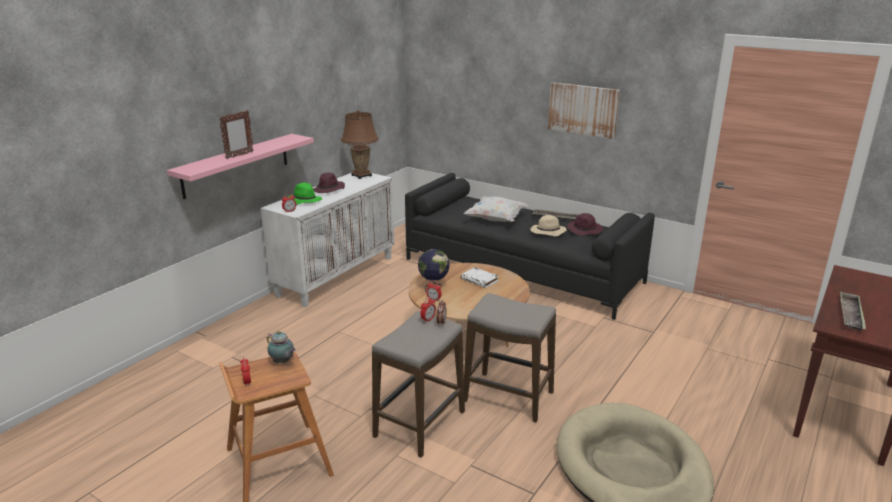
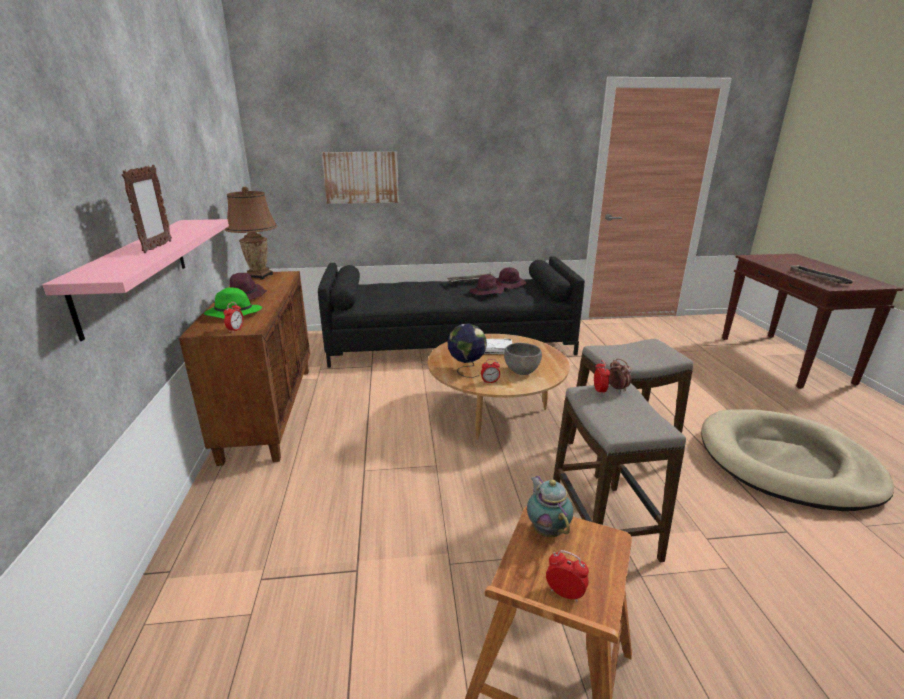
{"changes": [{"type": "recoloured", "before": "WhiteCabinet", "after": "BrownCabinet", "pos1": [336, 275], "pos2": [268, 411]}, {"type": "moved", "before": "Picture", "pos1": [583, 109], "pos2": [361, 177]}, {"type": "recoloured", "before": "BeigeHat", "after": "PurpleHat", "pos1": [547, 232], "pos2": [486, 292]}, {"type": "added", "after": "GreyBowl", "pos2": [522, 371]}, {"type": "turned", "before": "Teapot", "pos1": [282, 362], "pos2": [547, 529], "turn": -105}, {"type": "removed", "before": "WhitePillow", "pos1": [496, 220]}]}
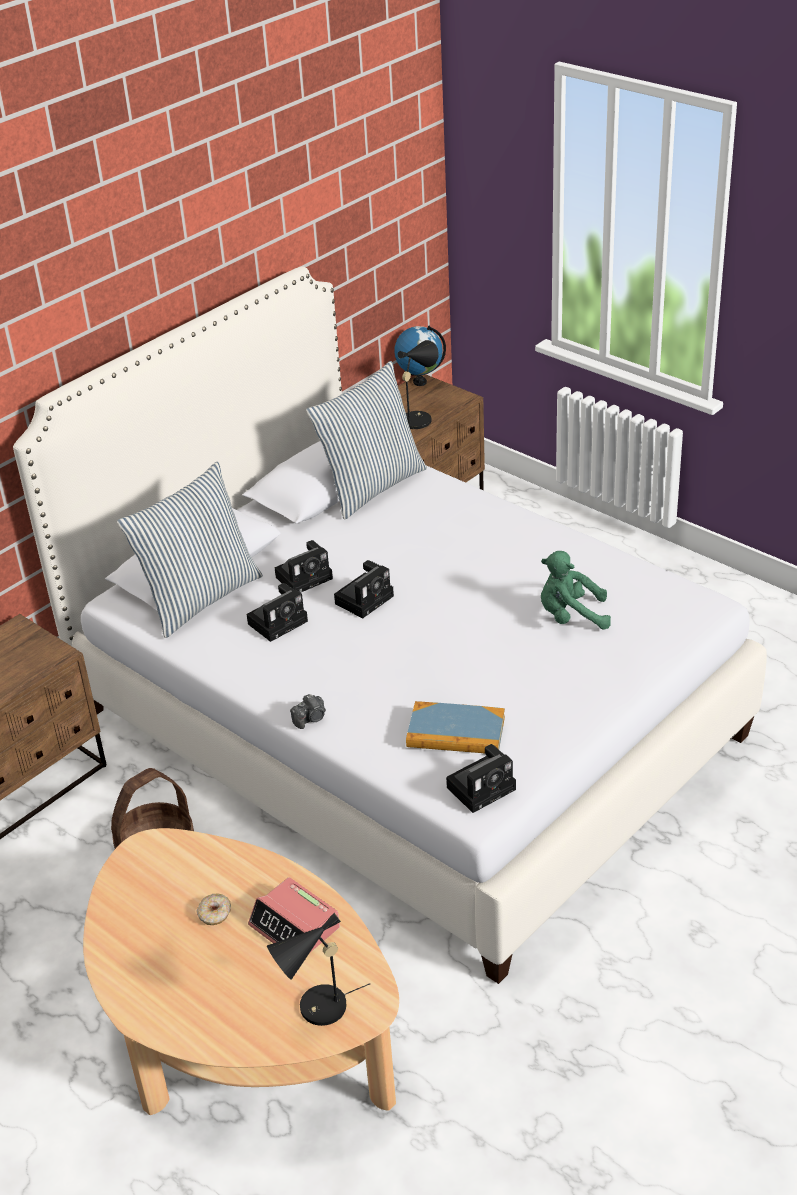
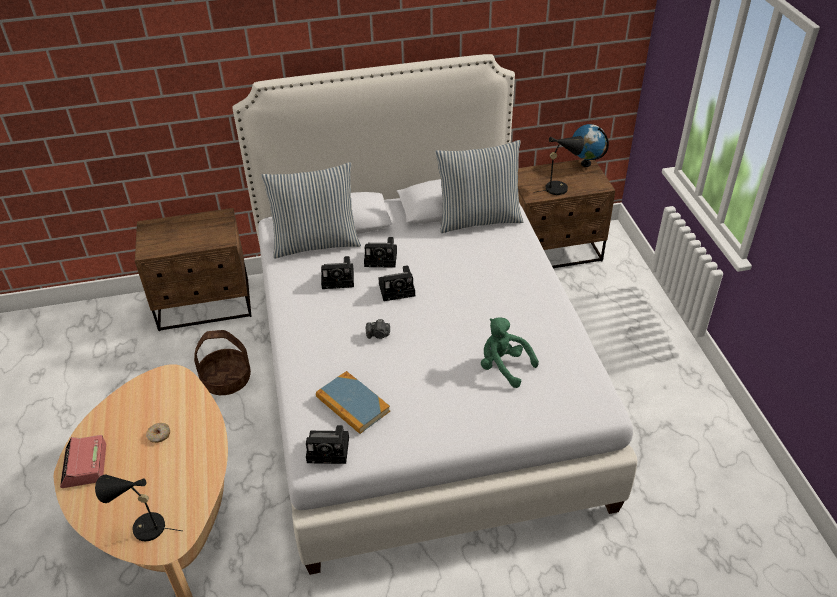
{"changes": [{"type": "moved", "before": "AlarmClock", "pos1": [295, 927], "pos2": [84, 466]}, {"type": "moved", "before": "PhotoCamera", "pos1": [310, 719], "pos2": [378, 335]}]}
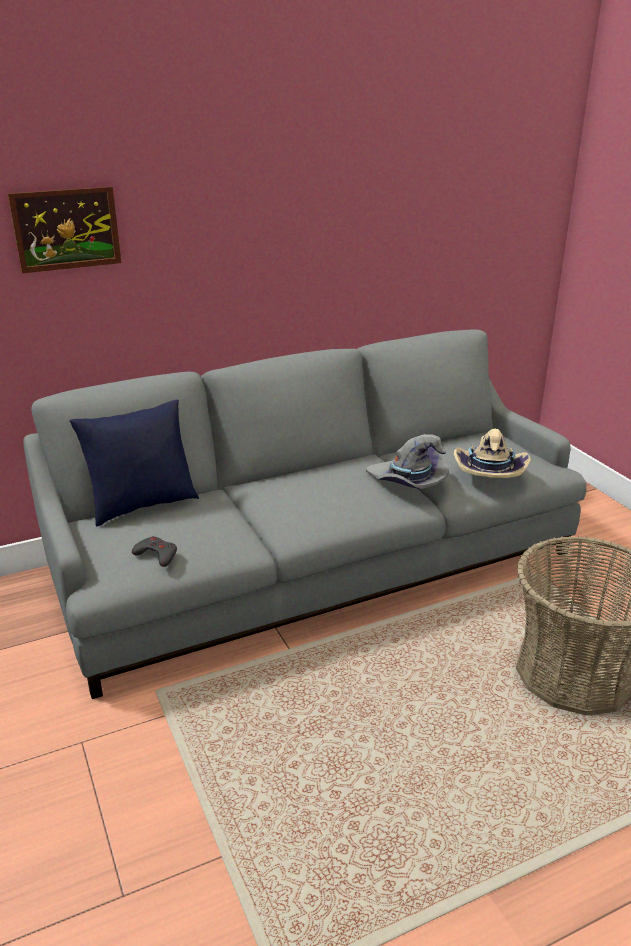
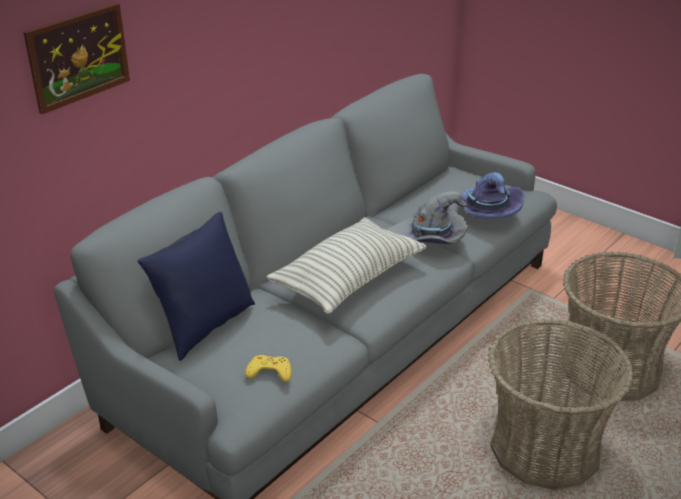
{"changes": [{"type": "recoloured", "before": "GreyGameController", "after": "YellowGameController", "pos1": [157, 555], "pos2": [269, 372]}, {"type": "added", "after": "Pillow", "pos2": [348, 280]}, {"type": "recoloured", "before": "BeigeHat", "after": "PurpleHat", "pos1": [488, 472], "pos2": [486, 211]}, {"type": "added", "after": "Basket", "pos2": [545, 448]}]}
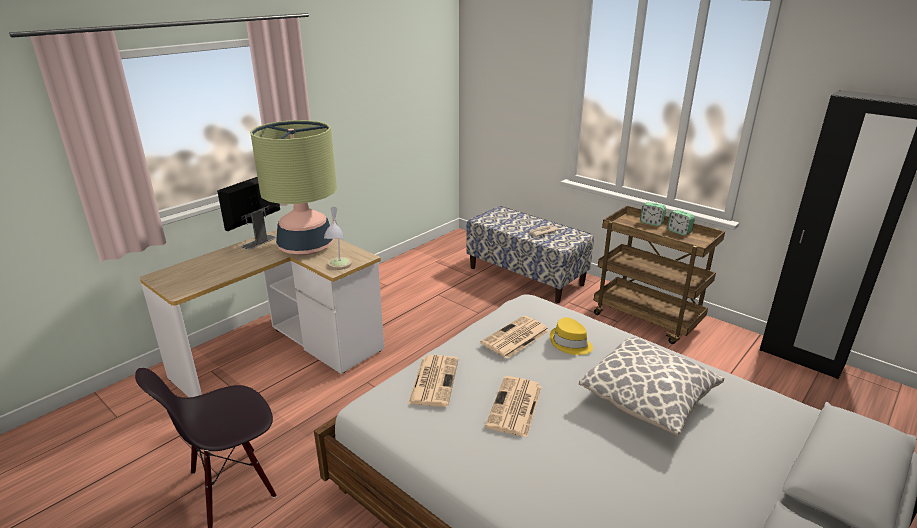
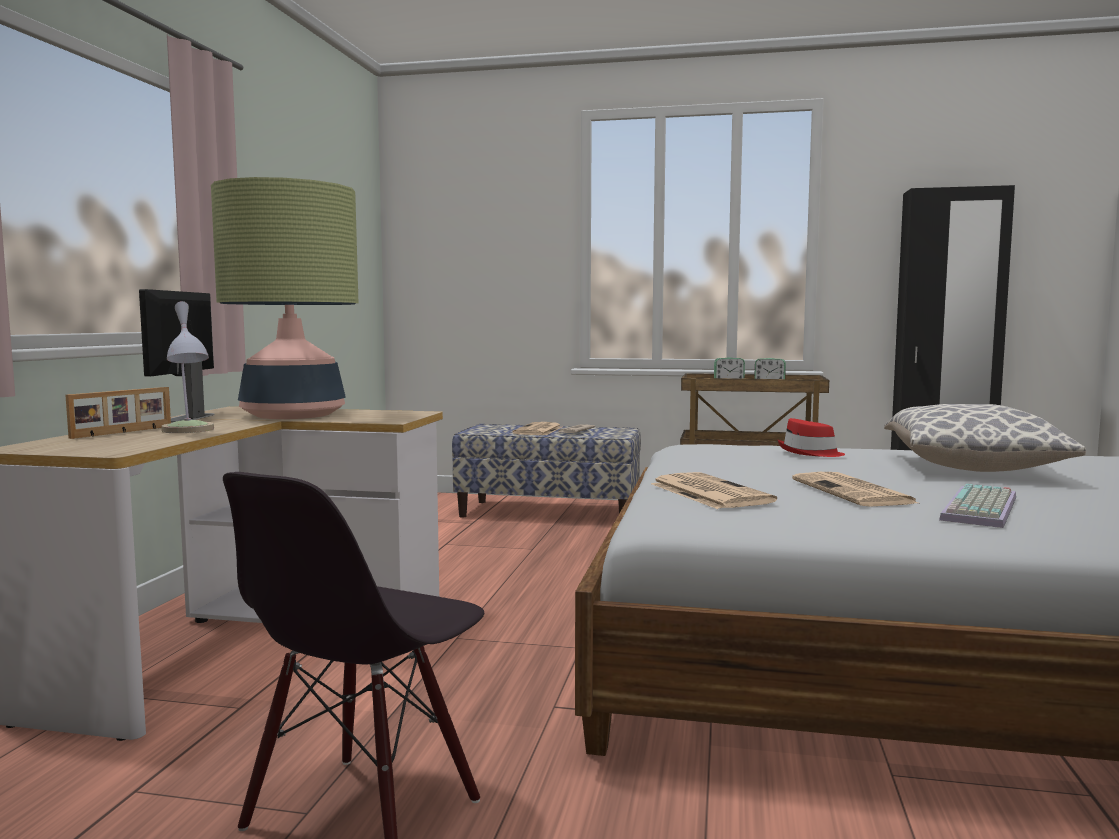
{"changes": [{"type": "added", "after": "PictureFrame", "pos2": [123, 432]}, {"type": "moved", "before": "TableLamp", "pos1": [338, 267], "pos2": [189, 431]}, {"type": "moved", "before": "Newspaper", "pos1": [515, 338], "pos2": [538, 430]}, {"type": "recoloured", "before": "YellowHat", "after": "RedHat", "pos1": [570, 343], "pos2": [810, 453]}, {"type": "added", "after": "Keyboard", "pos2": [983, 509]}]}
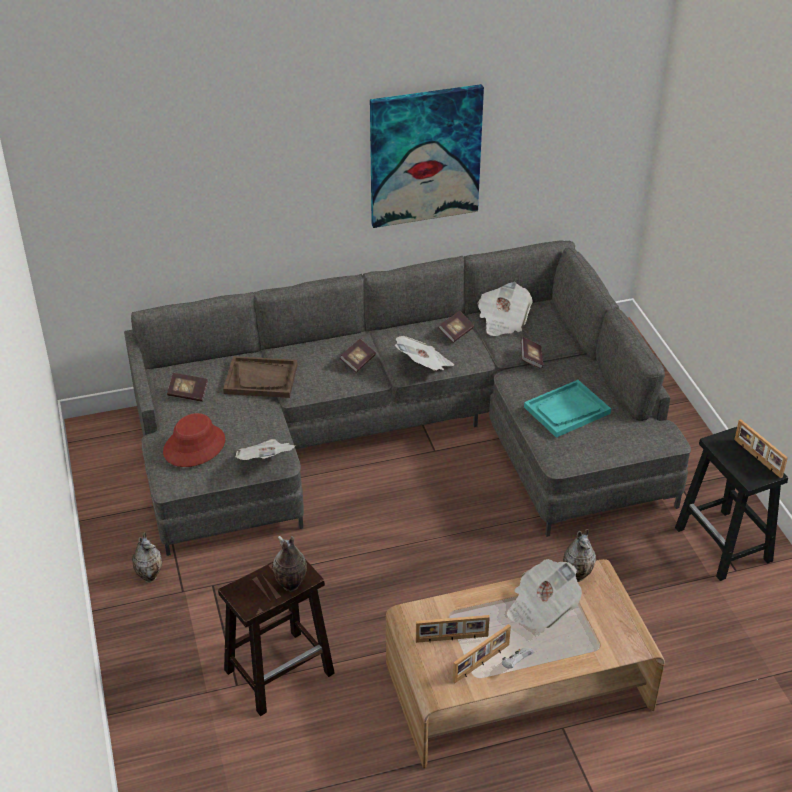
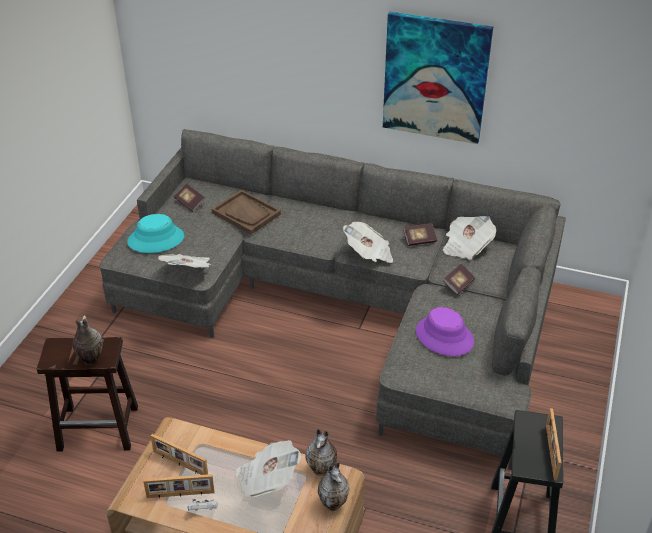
{"changes": [{"type": "recoloured", "before": "RedHat", "after": "TurquoiseHat", "pos1": [194, 446], "pos2": [156, 239]}, {"type": "moved", "before": "Vase", "pos1": [150, 576], "pos2": [334, 503]}, {"type": "replaced", "before": "TurquoiseTray", "after": "PurpleHat", "pos1": [567, 410], "pos2": [444, 337]}, {"type": "removed", "before": "Book", "pos1": [358, 362]}]}
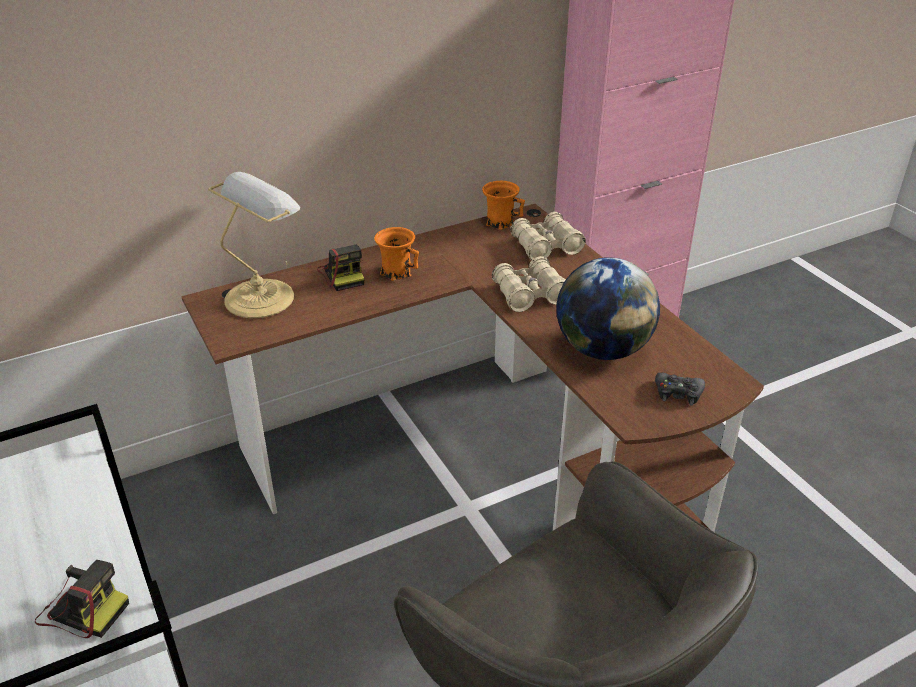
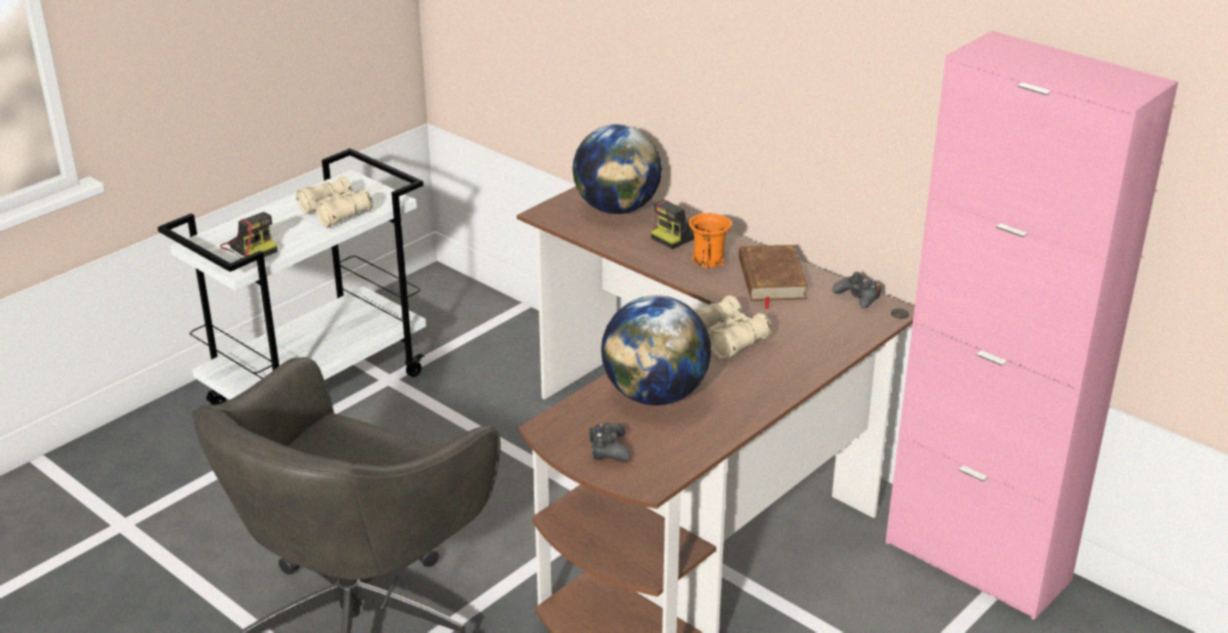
{"changes": [{"type": "turned", "before": "PhotoCamera", "pos1": [83, 608], "pos2": [250, 247], "turn": -45}, {"type": "moved", "before": "BeigeBinoculars", "pos1": [546, 247], "pos2": [335, 212]}, {"type": "replaced", "before": "TableLamp", "after": "Globe", "pos1": [262, 296], "pos2": [617, 208]}, {"type": "added", "after": "BrownBook", "pos2": [771, 279]}, {"type": "replaced", "before": "OrangeMug", "after": "BlackGameController", "pos1": [500, 222], "pos2": [858, 297]}]}
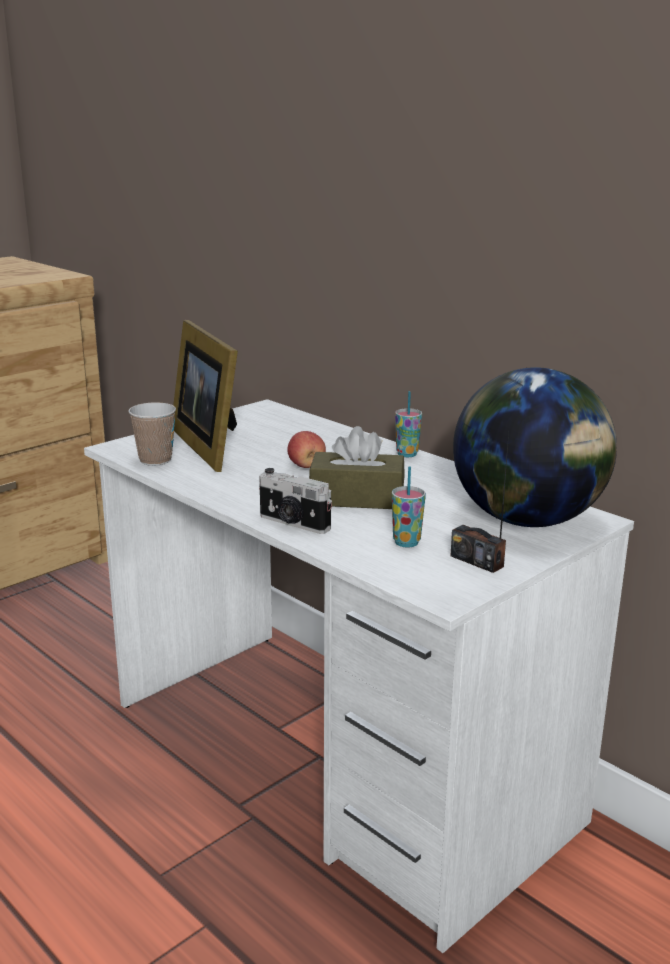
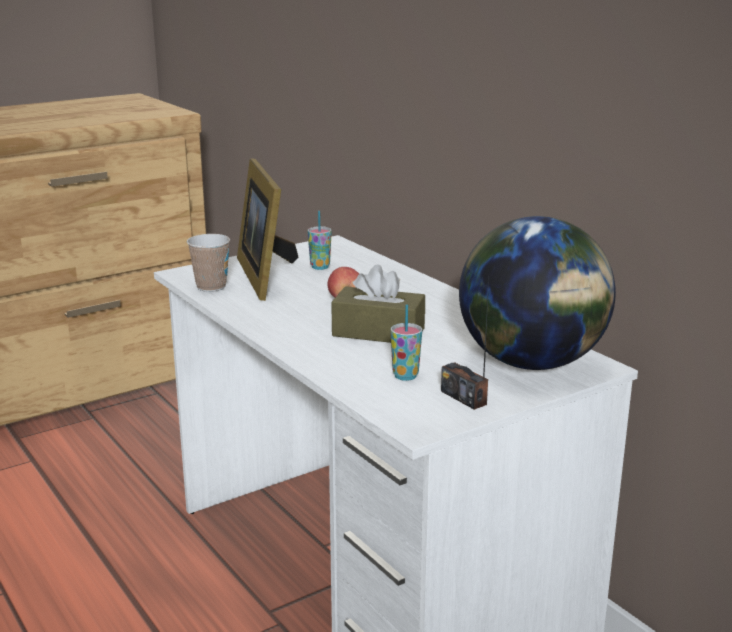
{"changes": [{"type": "moved", "before": "Cup", "pos1": [407, 454], "pos2": [320, 267]}, {"type": "removed", "before": "PhotoCamera", "pos1": [293, 523]}]}
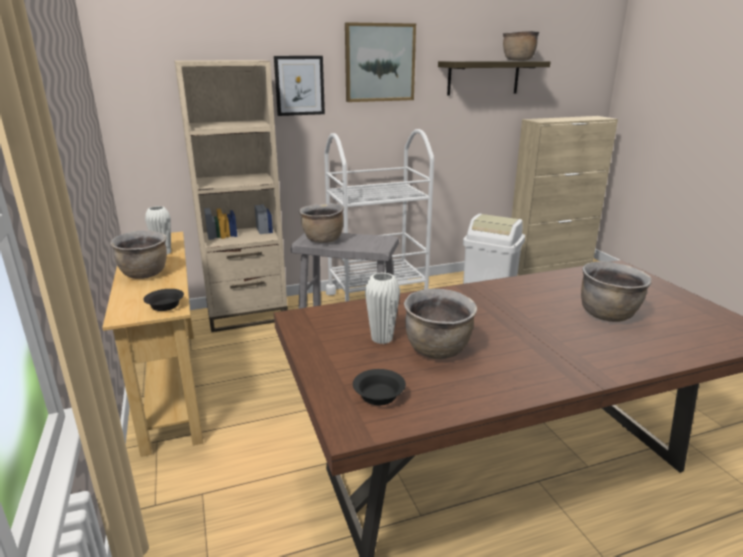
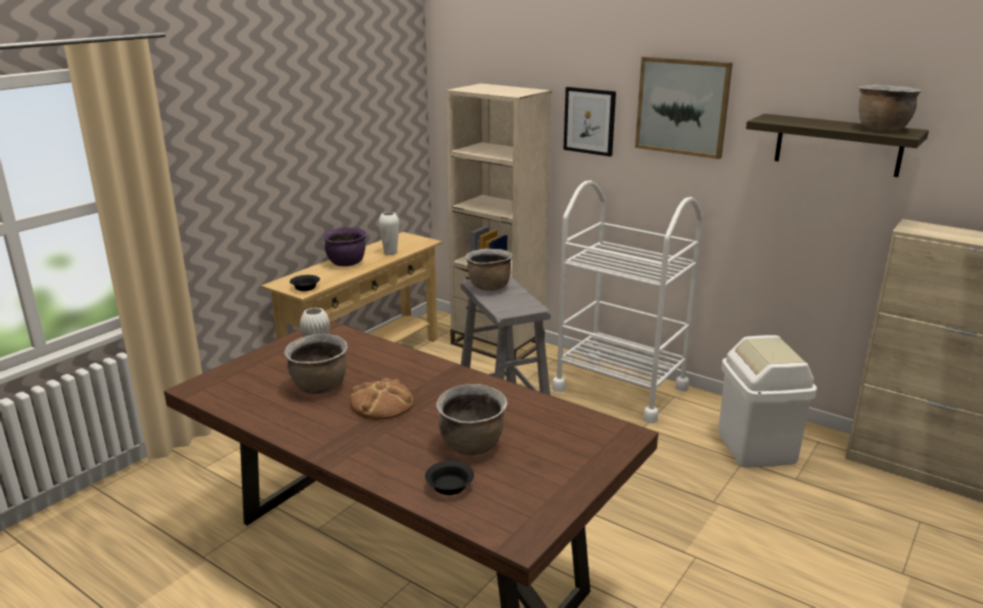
{"changes": [{"type": "recoloured", "before": "BrownCookingPot", "after": "PurpleCookingPot", "pos1": [145, 274], "pos2": [347, 263]}, {"type": "added", "after": "Bread", "pos2": [381, 403]}, {"type": "moved", "before": "BlackBowl", "pos1": [380, 396], "pos2": [450, 487]}]}
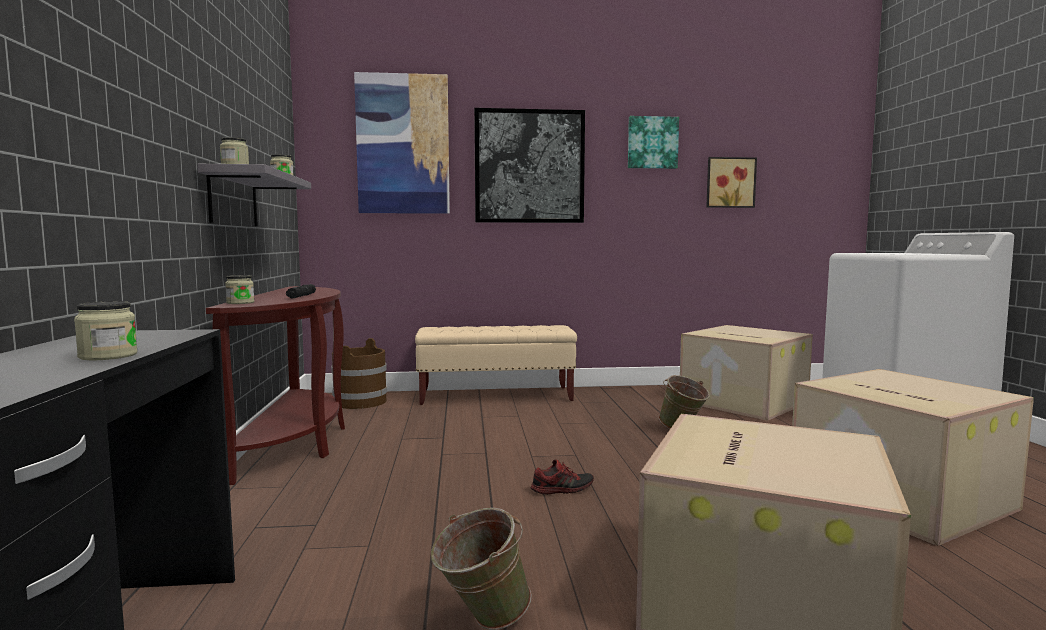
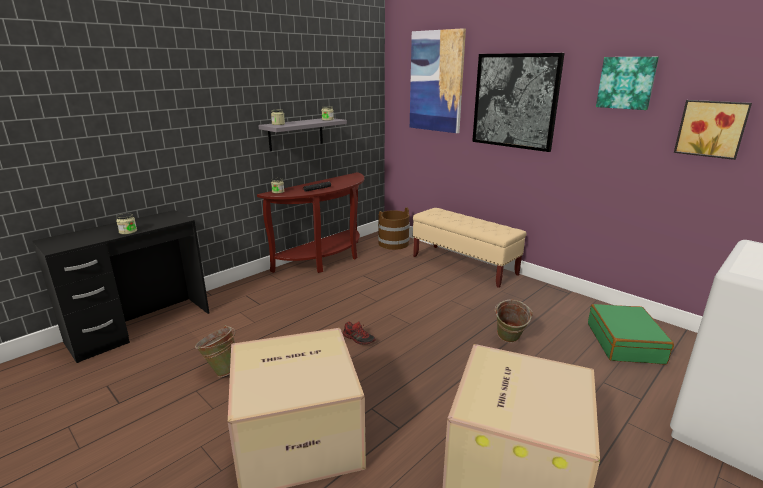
{"changes": [{"type": "replaced", "before": "CardboardBox", "after": "GreenSuitcase", "pos1": [741, 401], "pos2": [625, 343]}]}
